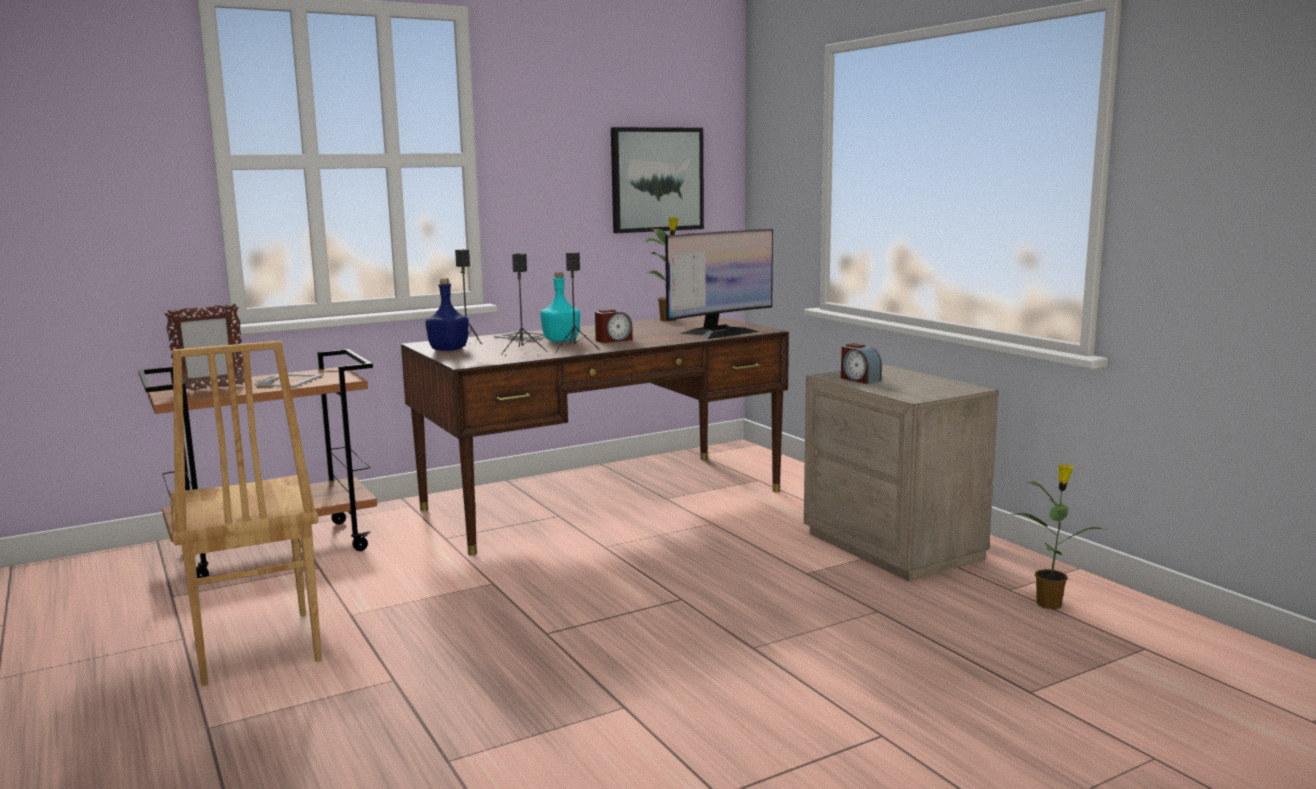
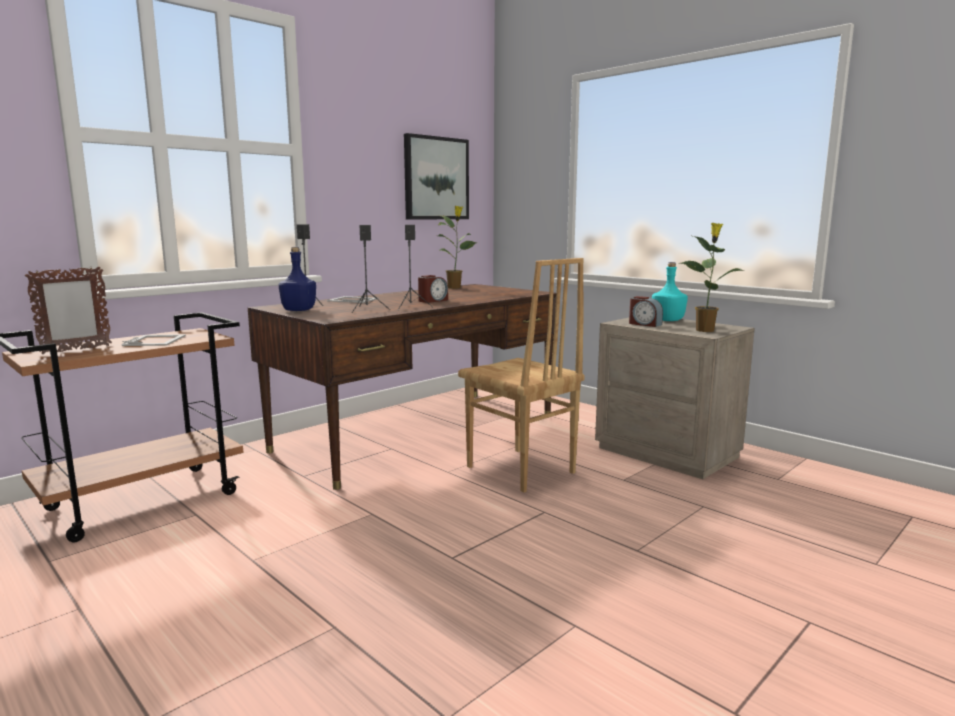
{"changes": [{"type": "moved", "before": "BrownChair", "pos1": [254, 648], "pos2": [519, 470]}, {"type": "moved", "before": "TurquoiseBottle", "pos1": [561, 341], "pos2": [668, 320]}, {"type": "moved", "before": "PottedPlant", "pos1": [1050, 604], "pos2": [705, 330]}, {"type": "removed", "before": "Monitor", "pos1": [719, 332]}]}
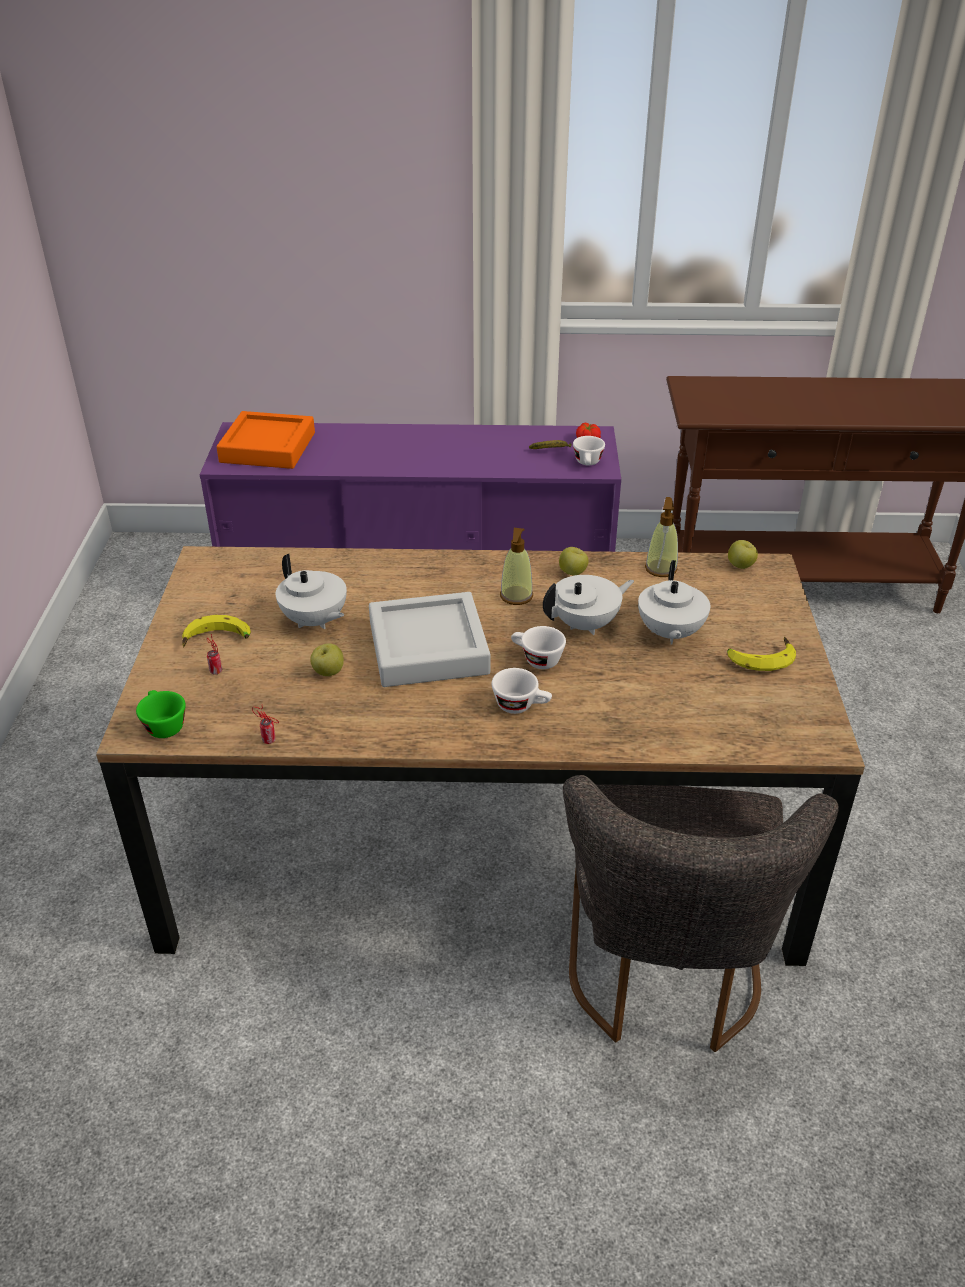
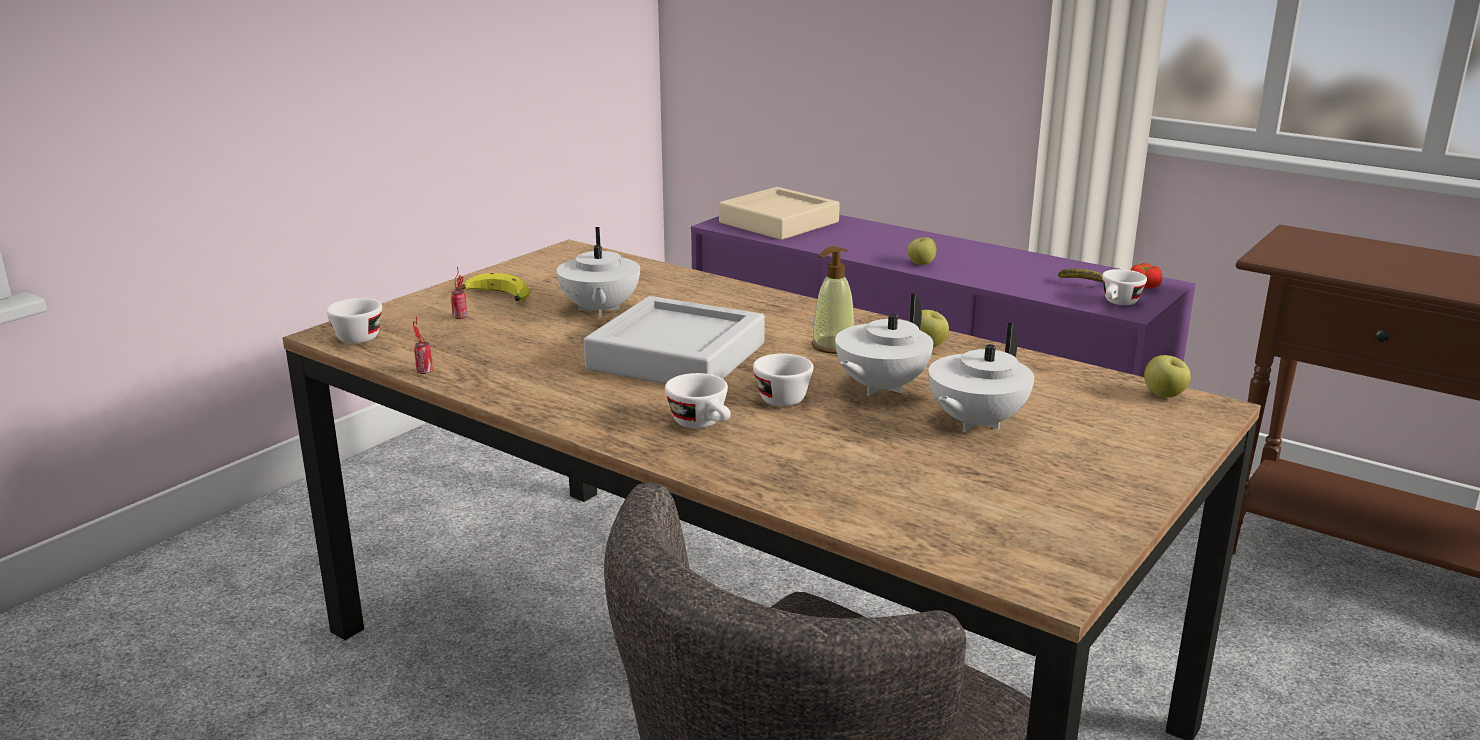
{"changes": [{"type": "recoloured", "before": "GreenCup", "after": "WhiteCup", "pos1": [162, 725], "pos2": [360, 335]}, {"type": "recoloured", "before": "OrangeTray", "after": "BeigeTray", "pos1": [268, 447], "pos2": [779, 222]}, {"type": "turned", "before": "WhiteTeapot", "pos1": [586, 624], "pos2": [879, 387], "turn": 120}, {"type": "moved", "before": "Apple", "pos1": [328, 672], "pos2": [920, 264]}, {"type": "removed", "before": "SoapDispenser", "pos1": [661, 568]}, {"type": "removed", "before": "Banana", "pos1": [760, 658]}]}
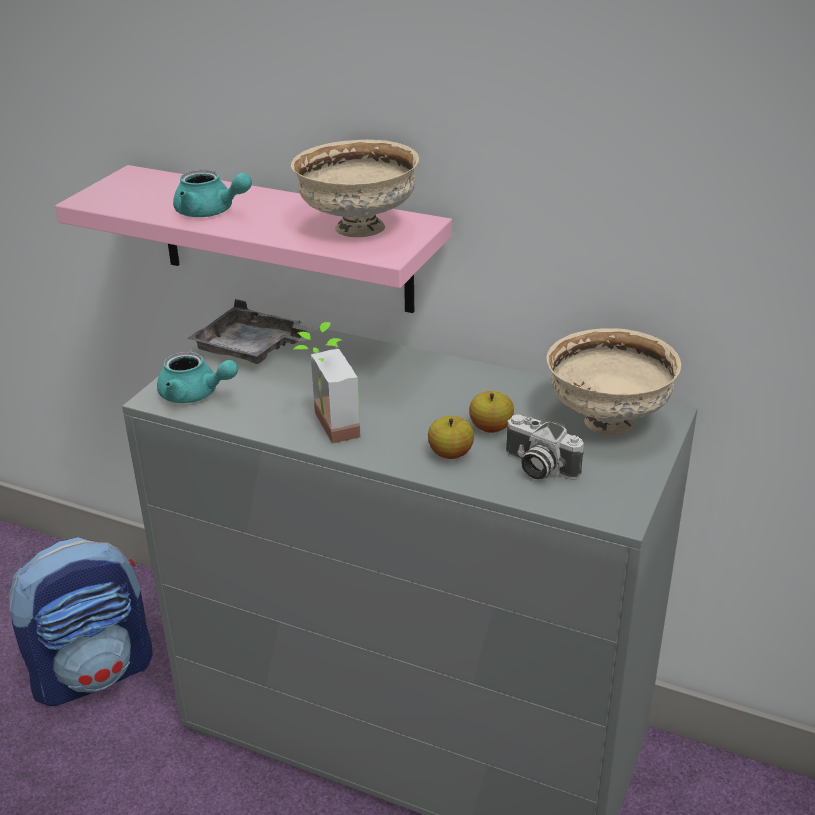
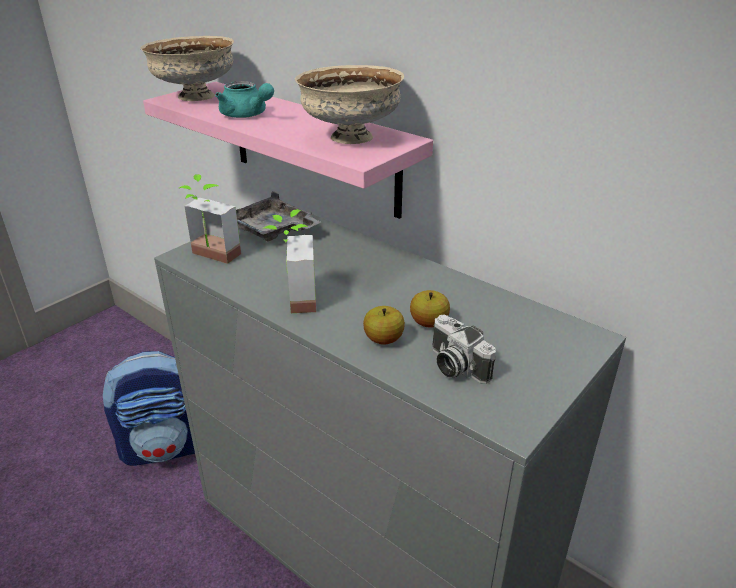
{"changes": [{"type": "moved", "before": "BeigeBowl", "pos1": [606, 422], "pos2": [195, 97]}, {"type": "replaced", "before": "TurquoiseTeapot", "after": "PottedPlant", "pos1": [195, 395], "pos2": [210, 257]}]}
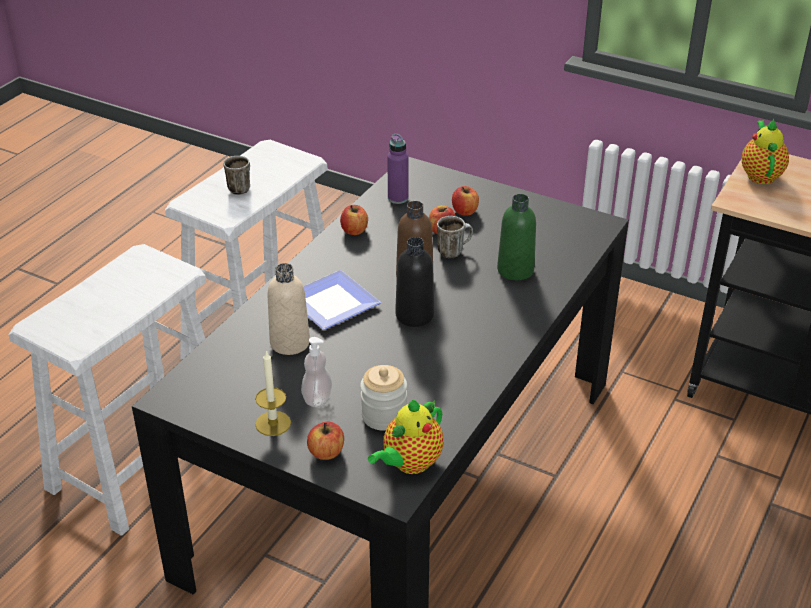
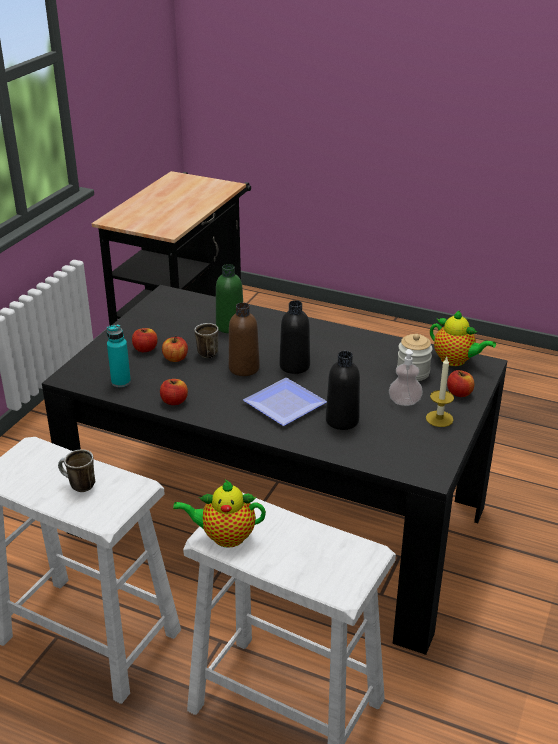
{"changes": [{"type": "recoloured", "before": "PurpleBottle", "after": "TurquoiseBottle", "pos1": [398, 198], "pos2": [121, 382]}, {"type": "moved", "before": "Teapot", "pos1": [760, 175], "pos2": [224, 537]}, {"type": "recoloured", "before": "BeigeBottle", "after": "BlackBottle", "pos1": [290, 343], "pos2": [342, 420]}]}
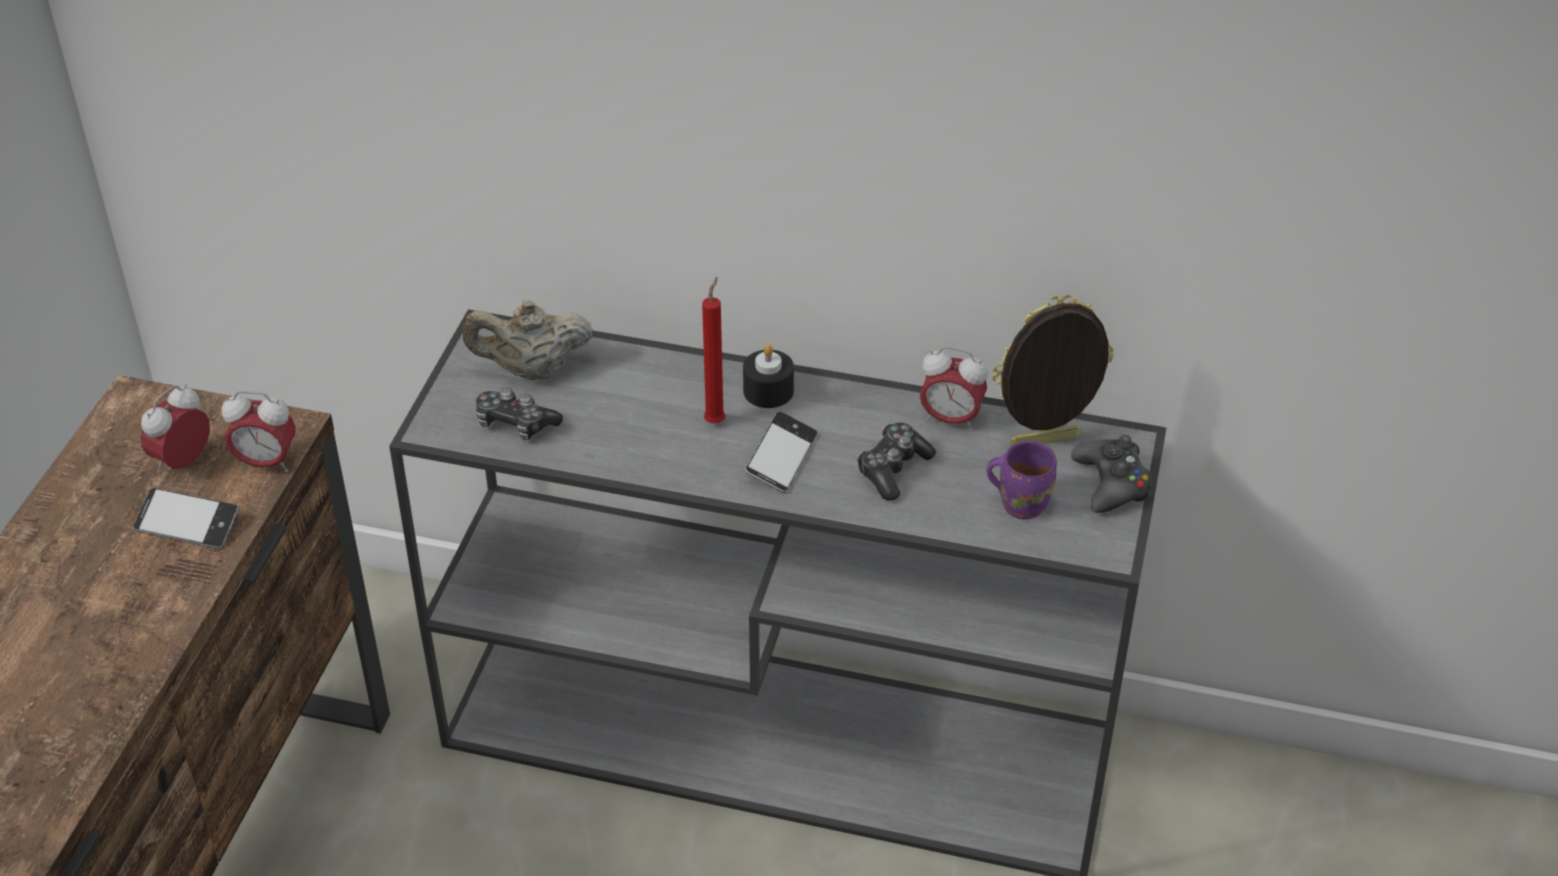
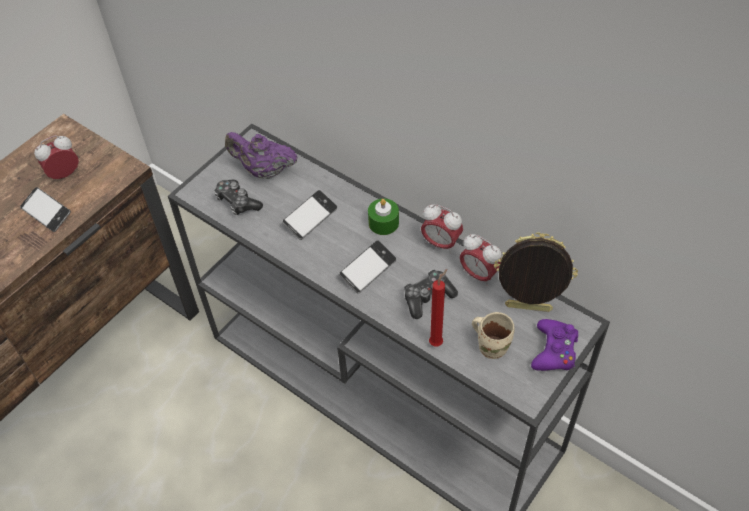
{"changes": [{"type": "recoloured", "before": "BeigeTeapot", "after": "PurpleTeapot", "pos1": [532, 370], "pos2": [264, 171]}, {"type": "added", "after": "Phone", "pos2": [310, 218]}, {"type": "recoloured", "before": "BlackCandle", "after": "GreenCandle", "pos1": [768, 391], "pos2": [383, 223]}, {"type": "moved", "before": "AlarmClock", "pos1": [266, 463], "pos2": [440, 243]}, {"type": "moved", "before": "RedCandle", "pos1": [716, 420], "pos2": [437, 342]}, {"type": "recoloured", "before": "PurpleMug", "after": "BeigeMug", "pos1": [1021, 502], "pos2": [492, 345]}, {"type": "recoloured", "before": "BlackGameController", "after": "PurpleGameController", "pos1": [1111, 484], "pos2": [554, 351]}]}
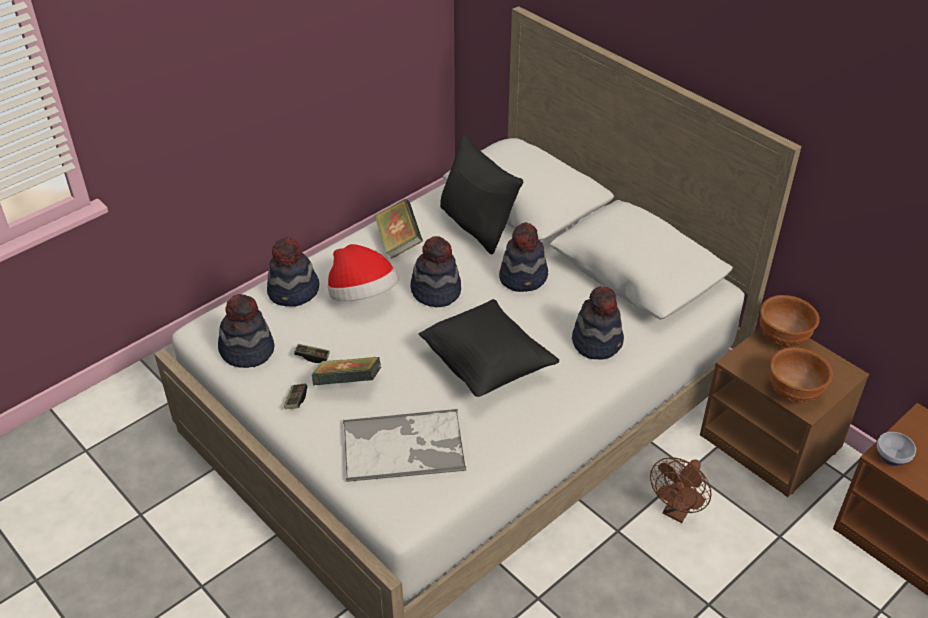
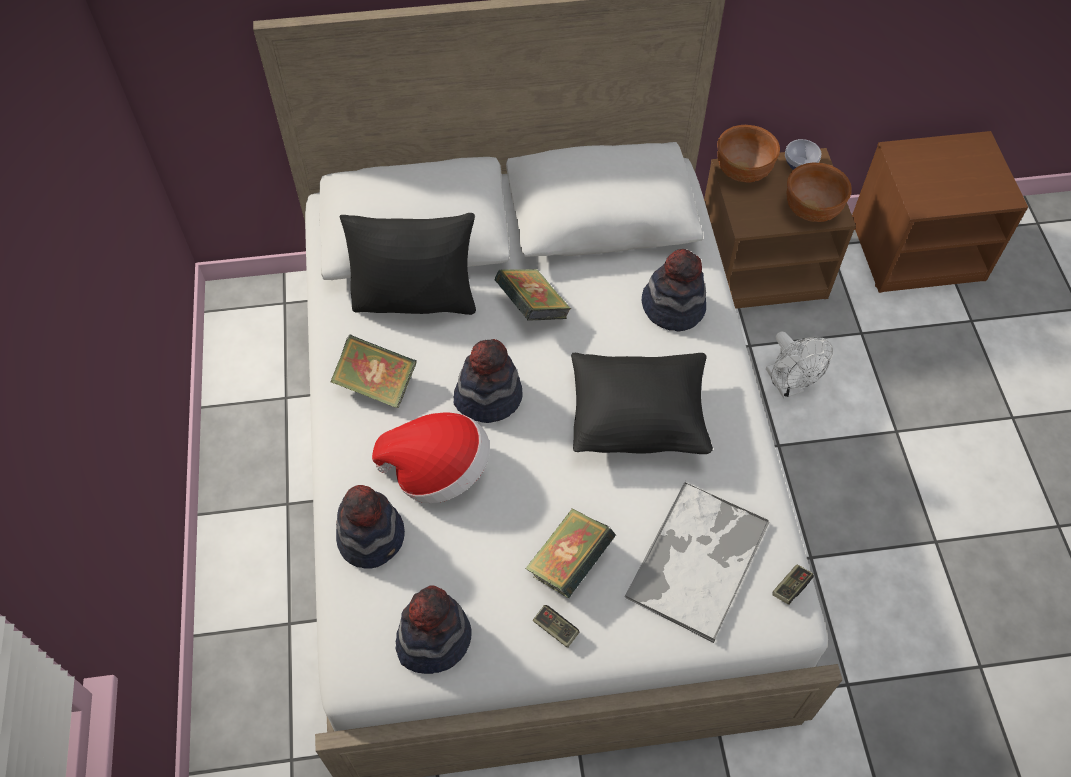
{"changes": [{"type": "replaced", "before": "Hat", "after": "Book", "pos1": [524, 277], "pos2": [532, 308]}, {"type": "recoloured", "before": "BrownFan", "after": "WhiteFan", "pos1": [677, 511], "pos2": [788, 386]}, {"type": "moved", "before": "GameController", "pos1": [312, 357], "pos2": [791, 587]}, {"type": "moved", "before": "Bowl", "pos1": [892, 457], "pos2": [800, 164]}]}
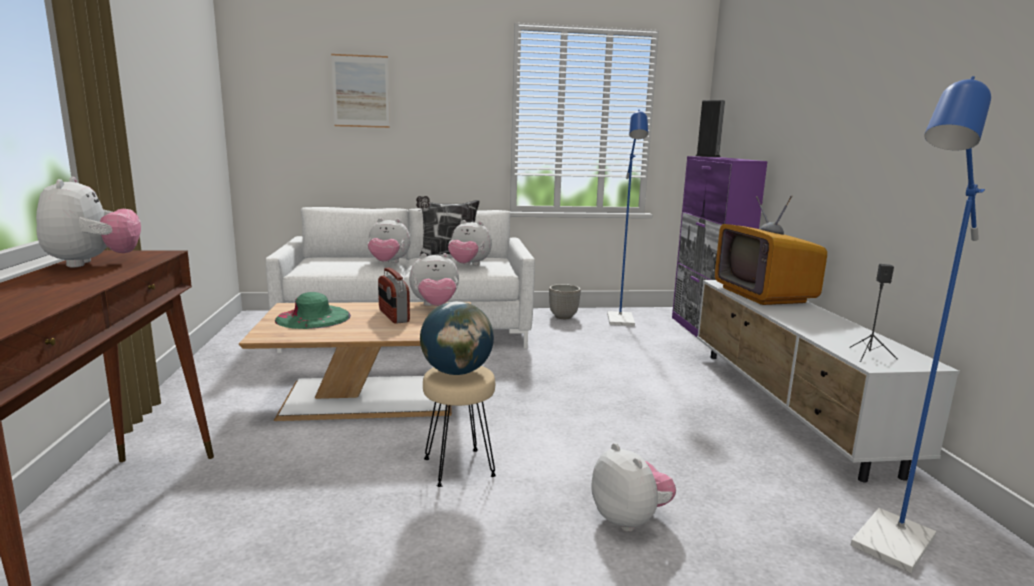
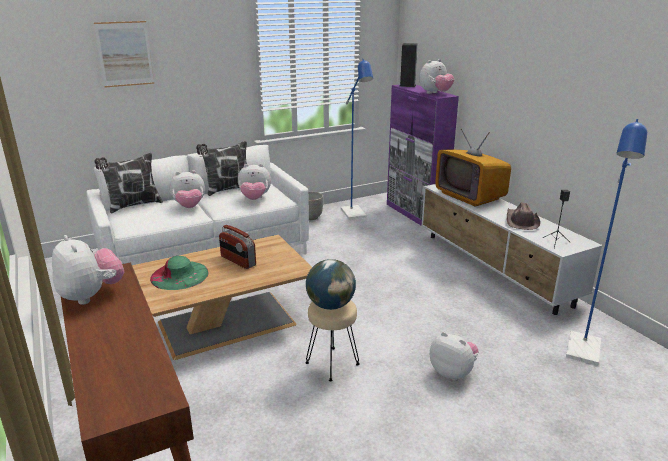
{"changes": [{"type": "added", "after": "Pillow", "pos2": [133, 205]}, {"type": "moved", "before": "PlushToy", "pos1": [435, 306], "pos2": [435, 93]}, {"type": "added", "after": "BrownHat", "pos2": [521, 221]}]}
